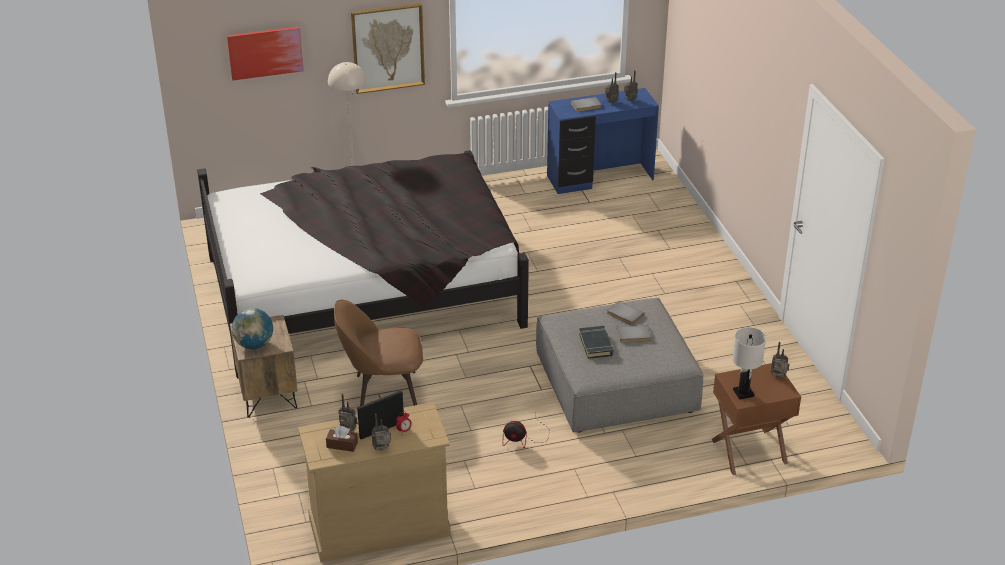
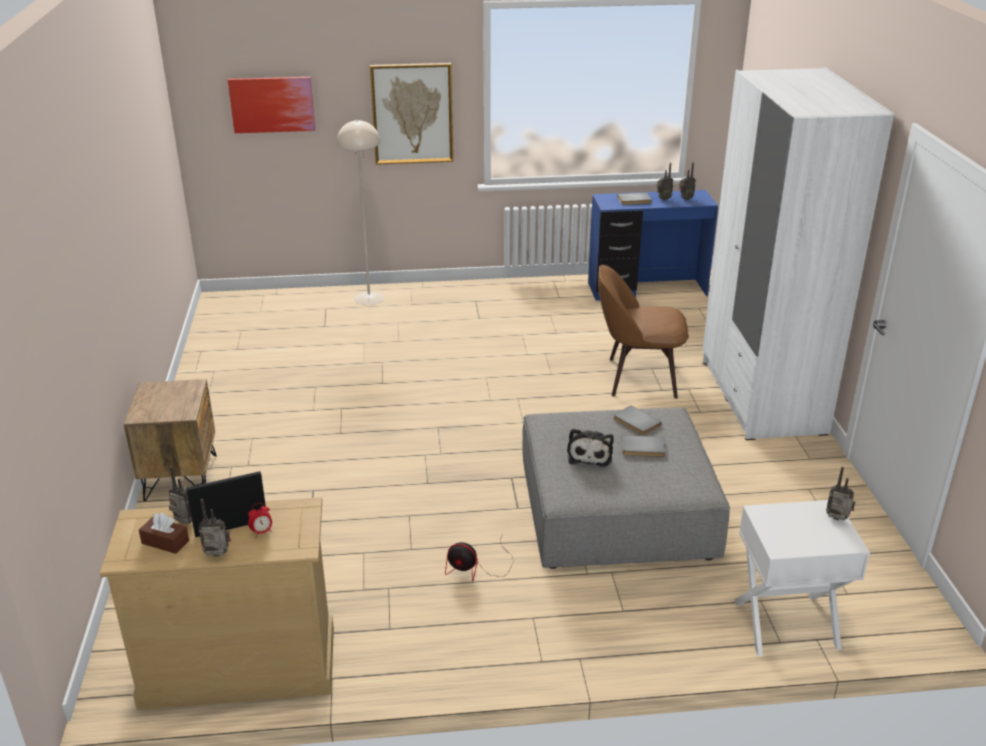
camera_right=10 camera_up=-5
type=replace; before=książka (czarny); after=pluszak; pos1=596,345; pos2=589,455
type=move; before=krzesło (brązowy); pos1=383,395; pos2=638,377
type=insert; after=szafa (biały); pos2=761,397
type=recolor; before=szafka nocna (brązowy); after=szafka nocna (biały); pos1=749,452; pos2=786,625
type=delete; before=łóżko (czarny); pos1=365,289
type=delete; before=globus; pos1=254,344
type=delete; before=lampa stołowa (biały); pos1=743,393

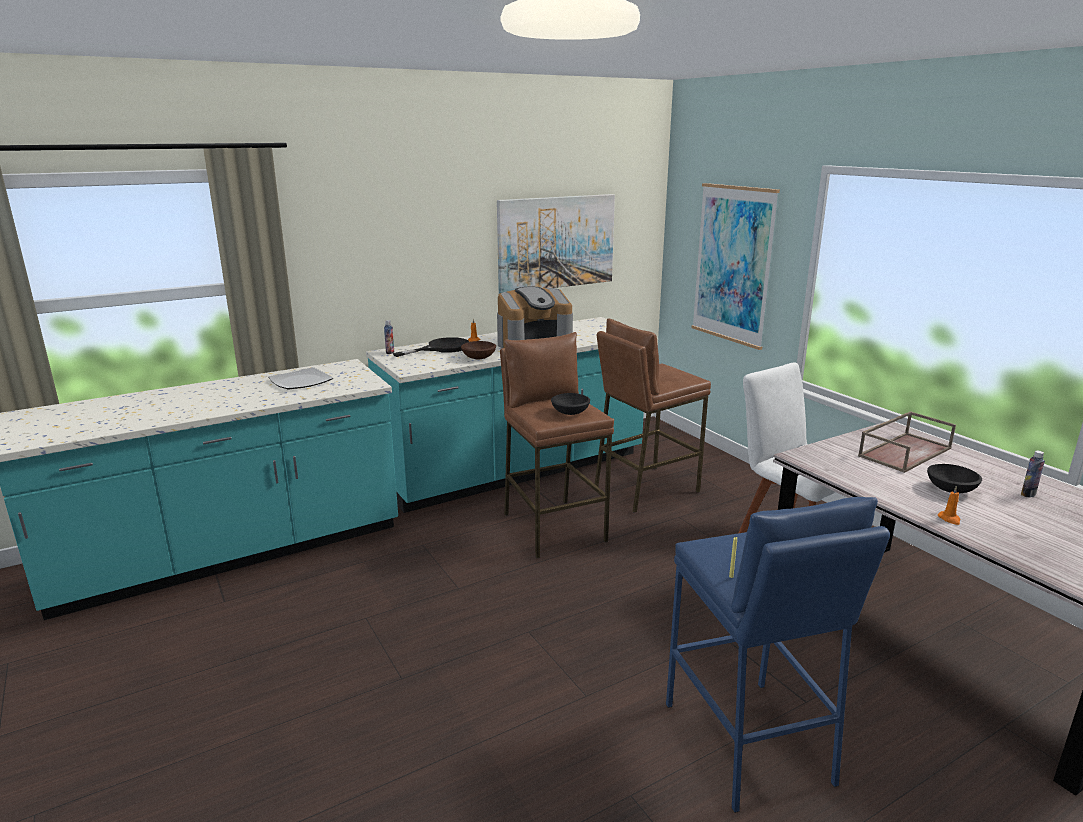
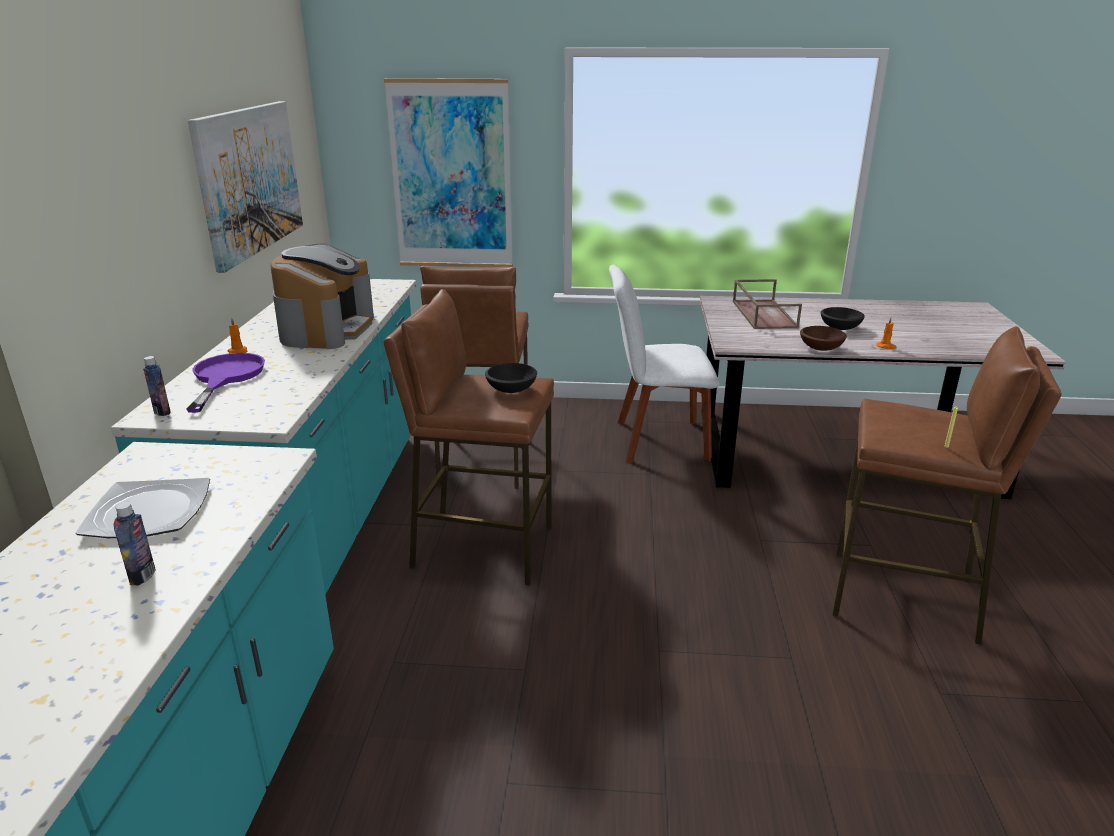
camera_right=-55 camera_up=5
type=move; before=butelka; pos1=1028,494; pos2=142,576
type=recolor; before=patelnia (czarny); after=patelnia (fioletowy); pos1=441,348; pos2=225,377
type=move; before=miska (brązowy); pos1=479,357; pos2=820,348
type=recolor; before=stołek (niebieski); after=stołek (brązowy); pos1=747,742; pos2=903,597

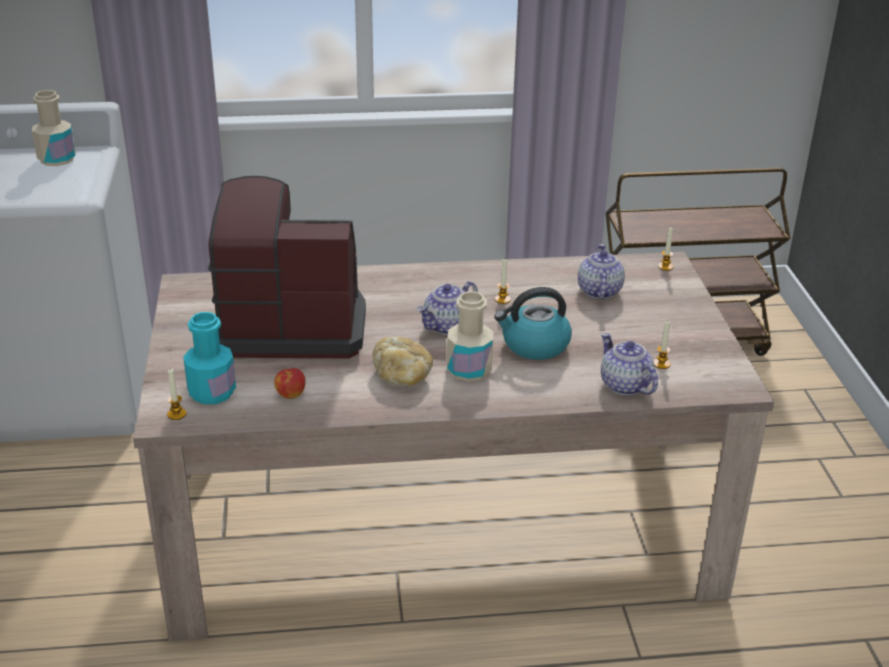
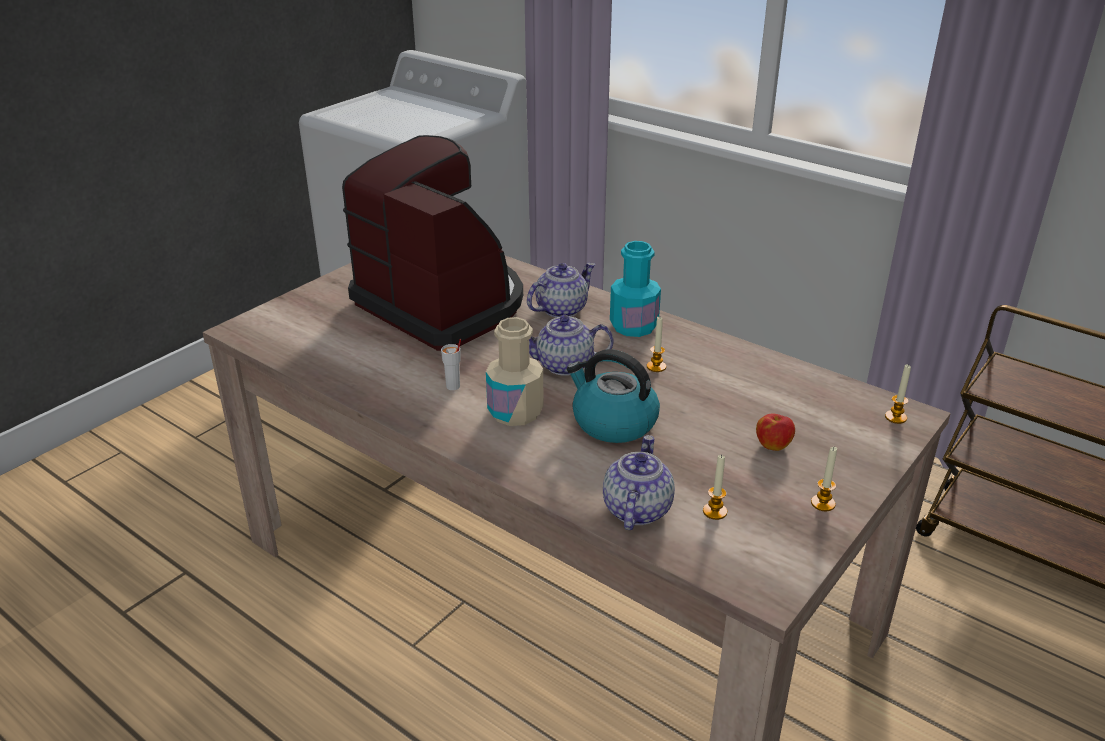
camera_right=45 camera_up=0
type=replace; before=chleb; after=filiżanka (biały); pos1=402,375; pos2=453,386
type=move; before=imbryk; pos1=598,291; pos2=561,309
type=move; before=butelka (turkusowy); pos1=212,392; pos2=633,326
type=move; before=jabłko; pos1=290,394; pos2=773,445
type=move; before=świeca; pos1=176,414; pos2=823,503
type=delete; before=butelka (beżowy); pos1=57,159

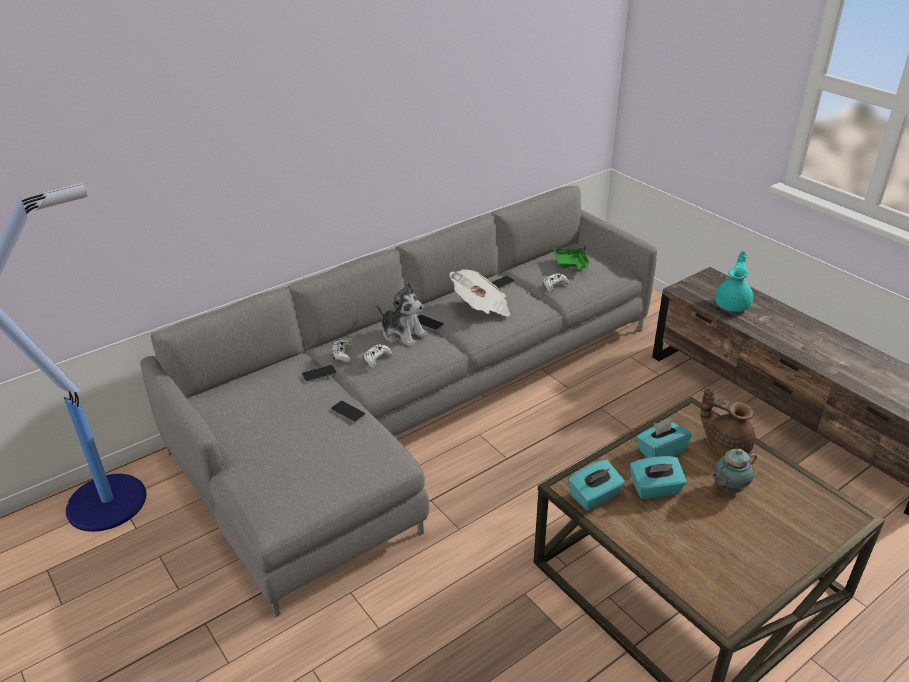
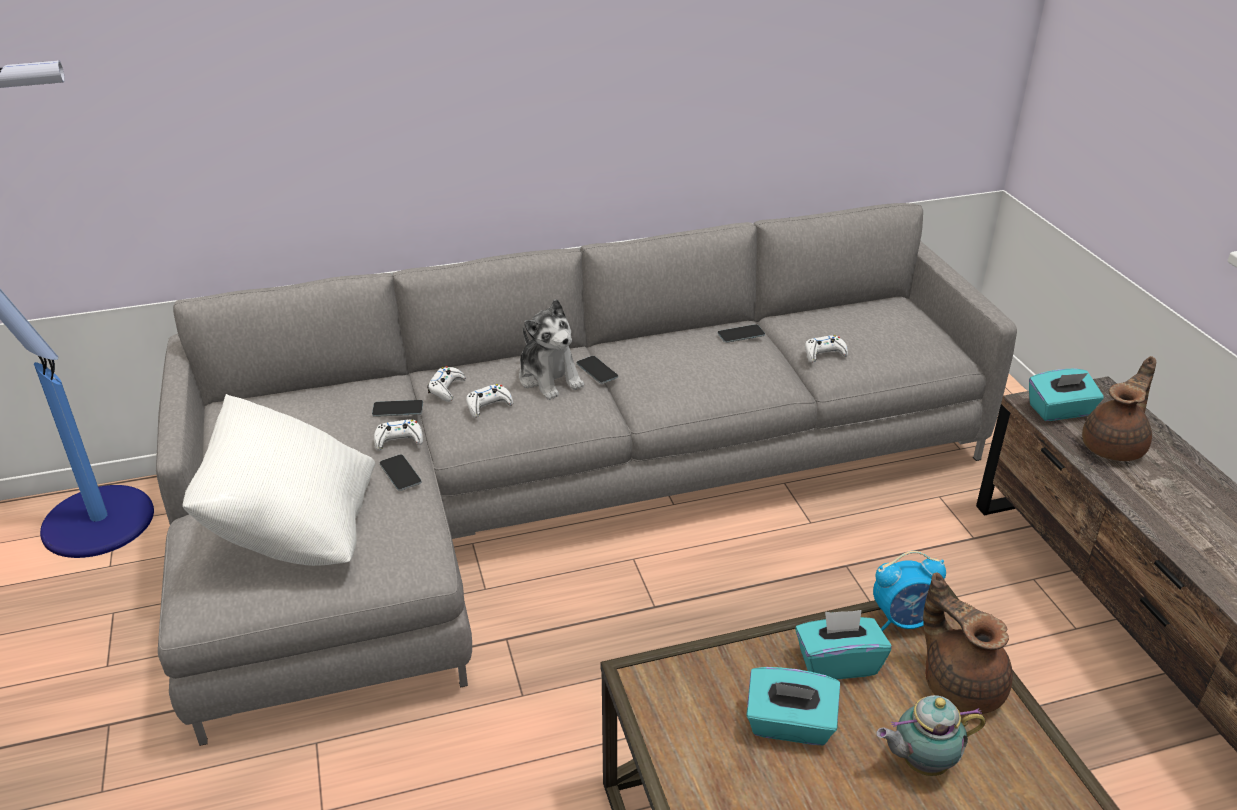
camera_right=20 camera_up=0
type=insert; after=poduszka (biały); pos2=294,529
type=insert; after=pad do gier (biały); pos2=398,440
type=insert; after=budzik; pos2=904,620
type=move; before=pudełko chusteczek (turkusowy); pos1=594,496; pos2=1060,411
type=recolor; before=imbryk (turkusowy); after=imbryk (brązowy); pos1=733,304; pos2=1115,446
type=delete; before=gazeta; pos1=481,307
type=delete; before=taca (zielony); pos1=571,264

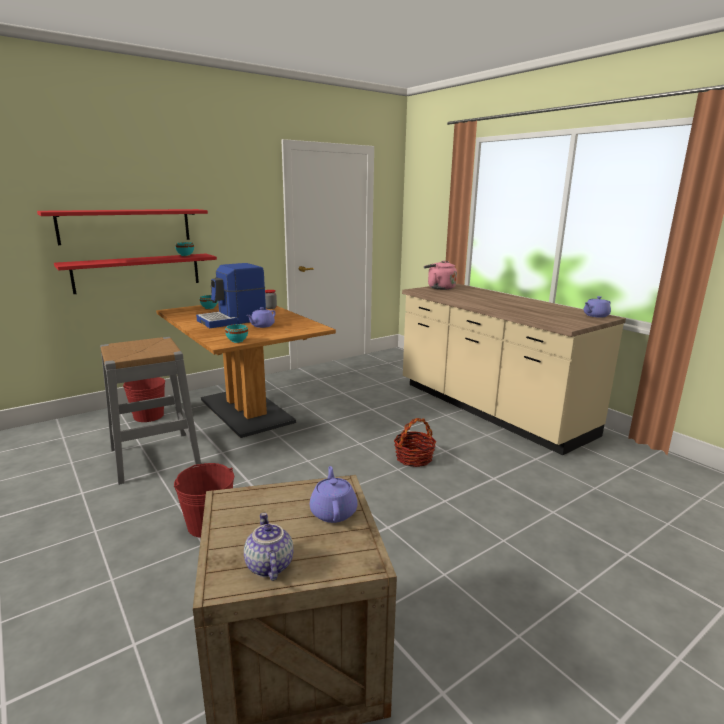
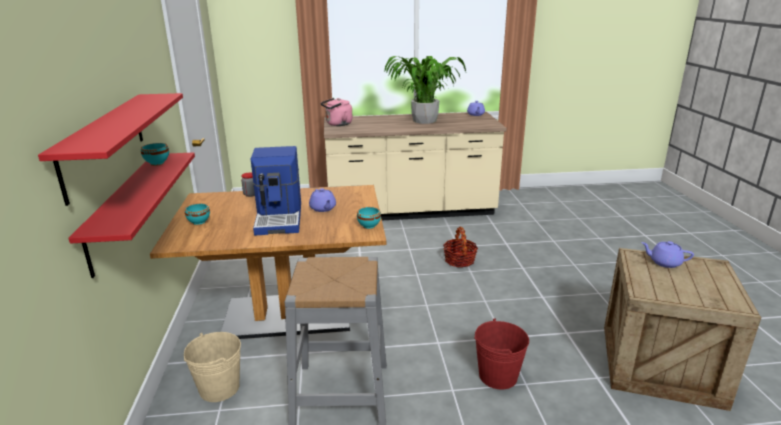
camera_right=-60 camera_up=5
type=recolor; before=wiadro (czerwony); after=wiadro (beżowy); pos1=148,416; pos2=219,388
type=insert; after=roślina doniczkowa; pos2=425,120
type=delete; before=imbryk; pos1=268,565

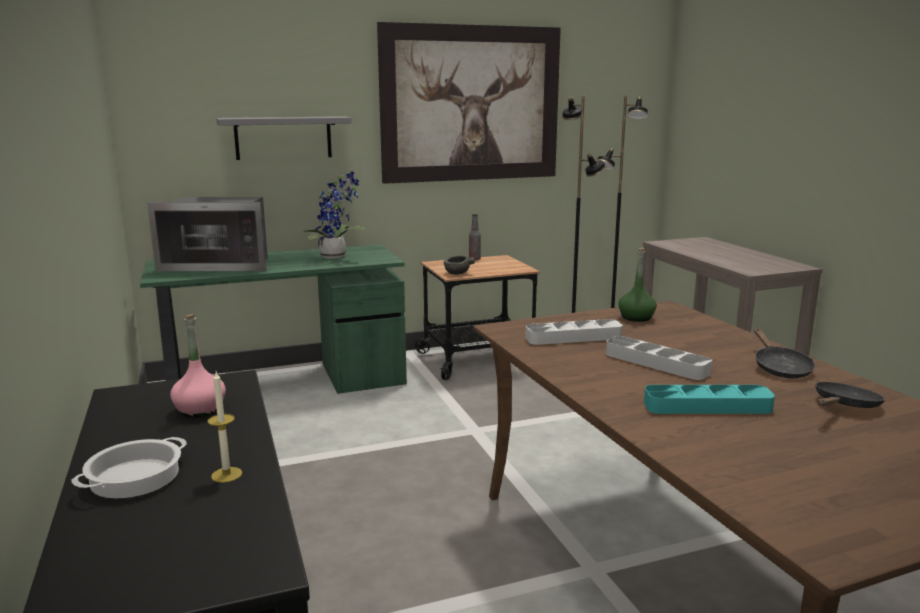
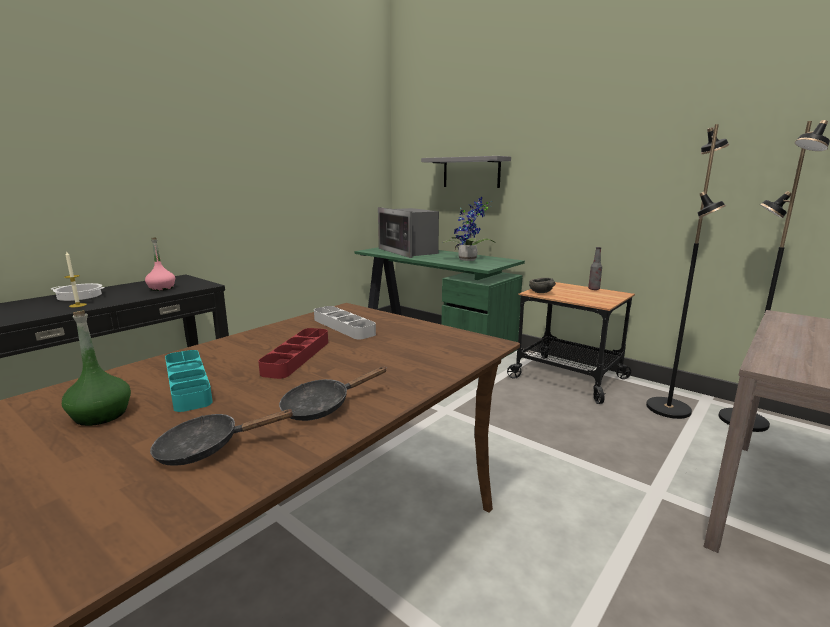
camera_right=60 camera_up=0
type=move; before=butelka (zielony); pos1=636,317; pos2=100,415
type=rotate; before=patelnia (czarny); pos1=844,405; pos2=207,448; turn=150
type=recolor; before=taca (szary); after=taca (czerwony); pos1=656,363; pos2=297,357
type=delete; before=obraz; pos1=471,104

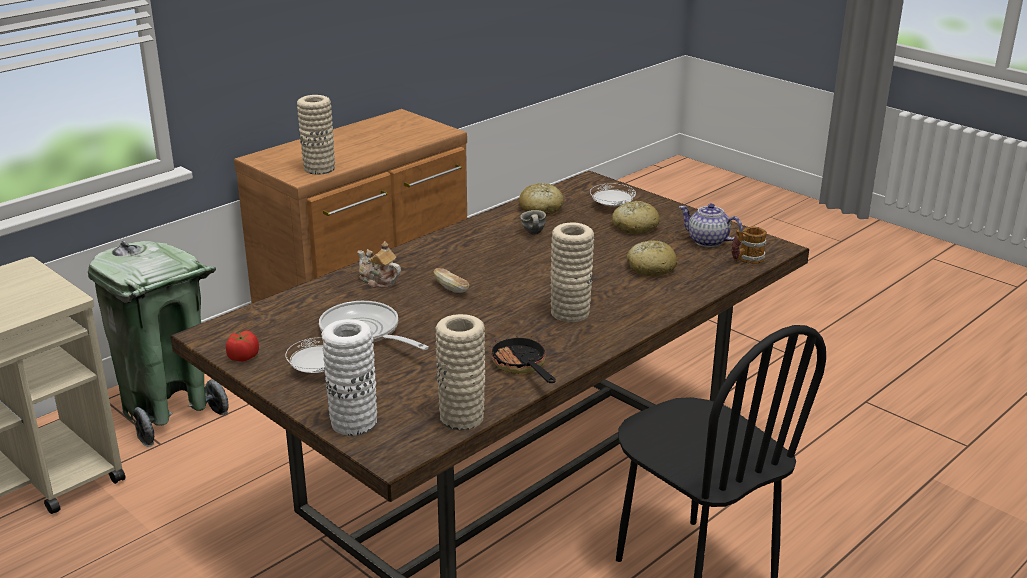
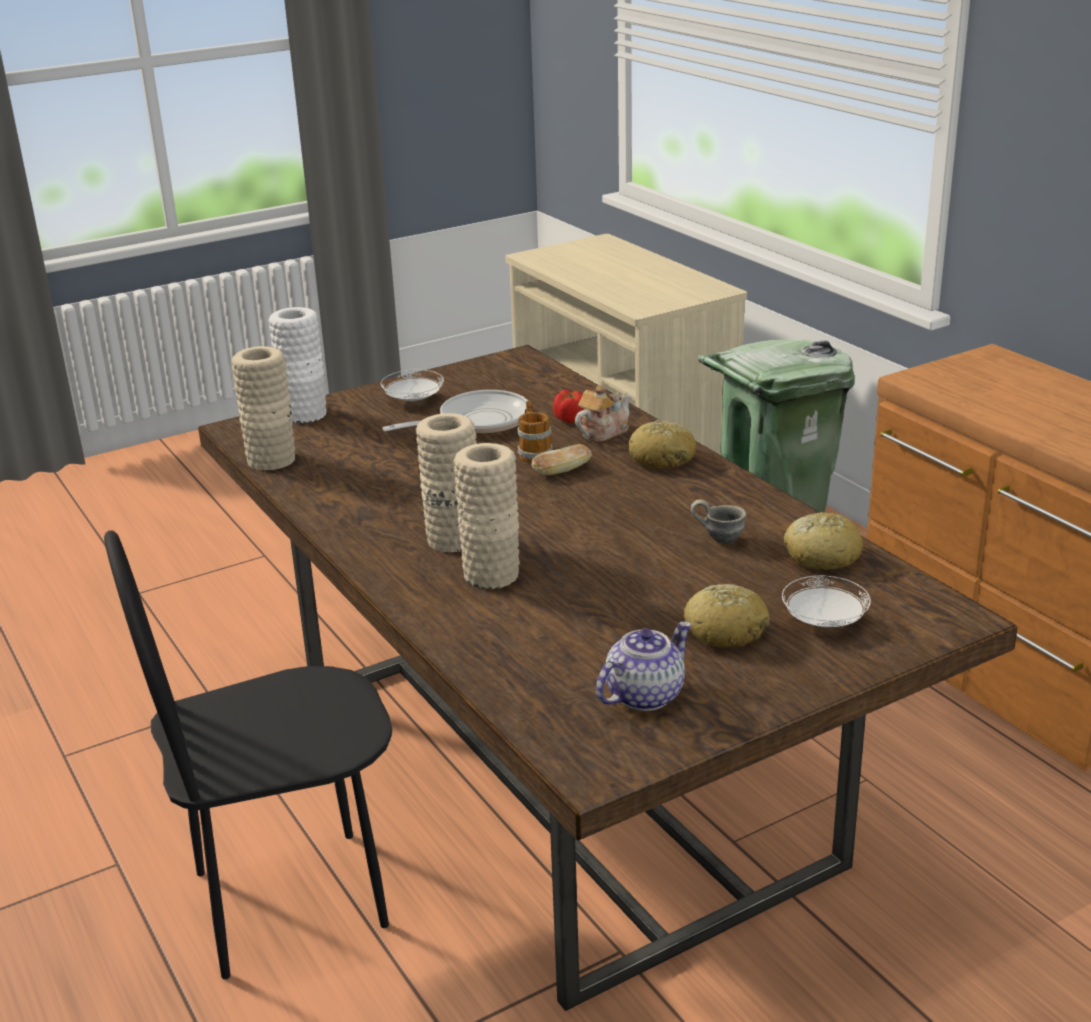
camera_right=105 camera_up=0
type=move; before=wazon (beżowy); pos1=319,169; pos2=491,574
type=move; before=kubek; pos1=746,260; pos2=534,452
type=move; before=pomidor; pos1=243,357; pos2=570,419
type=move; before=chleb; pos1=650,268; pos2=662,458
type=delete; before=patelnia; pos1=522,367

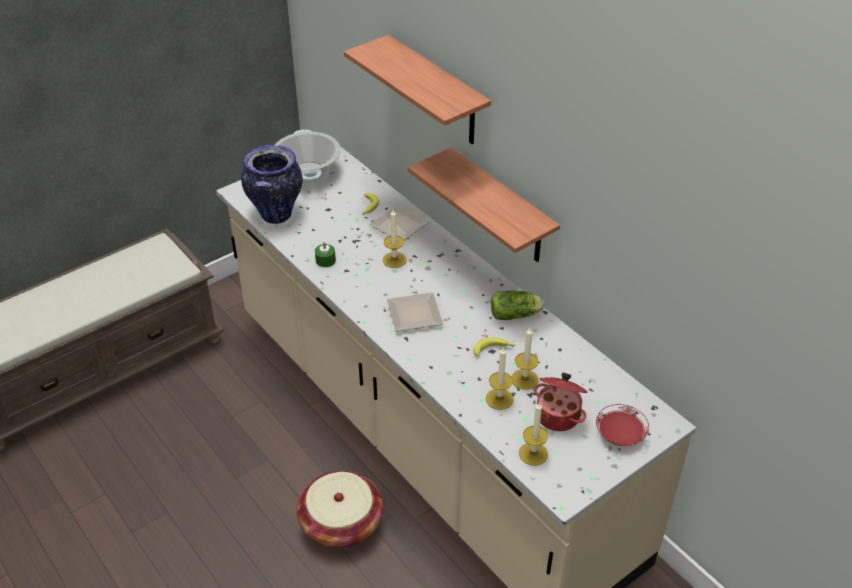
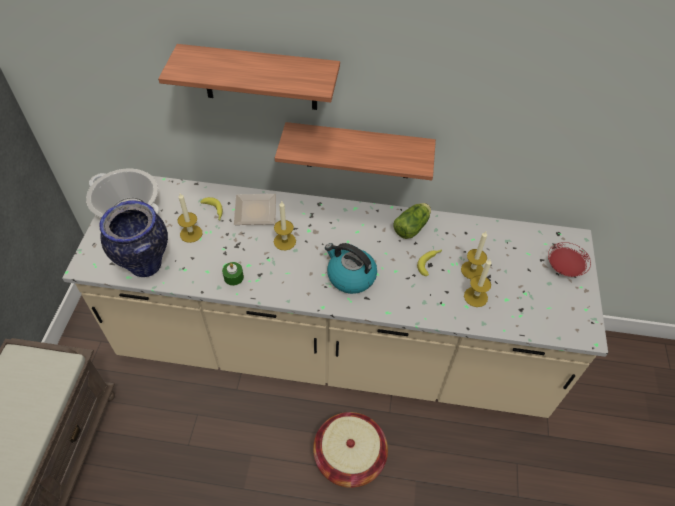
camera_right=-45 camera_up=10
type=move; before=świeca; pos1=533,453; pos2=191,233
type=replace; before=talerz; after=czajnik; pos1=413,316; pos2=350,276
type=delete; before=garnek; pos1=558,415

